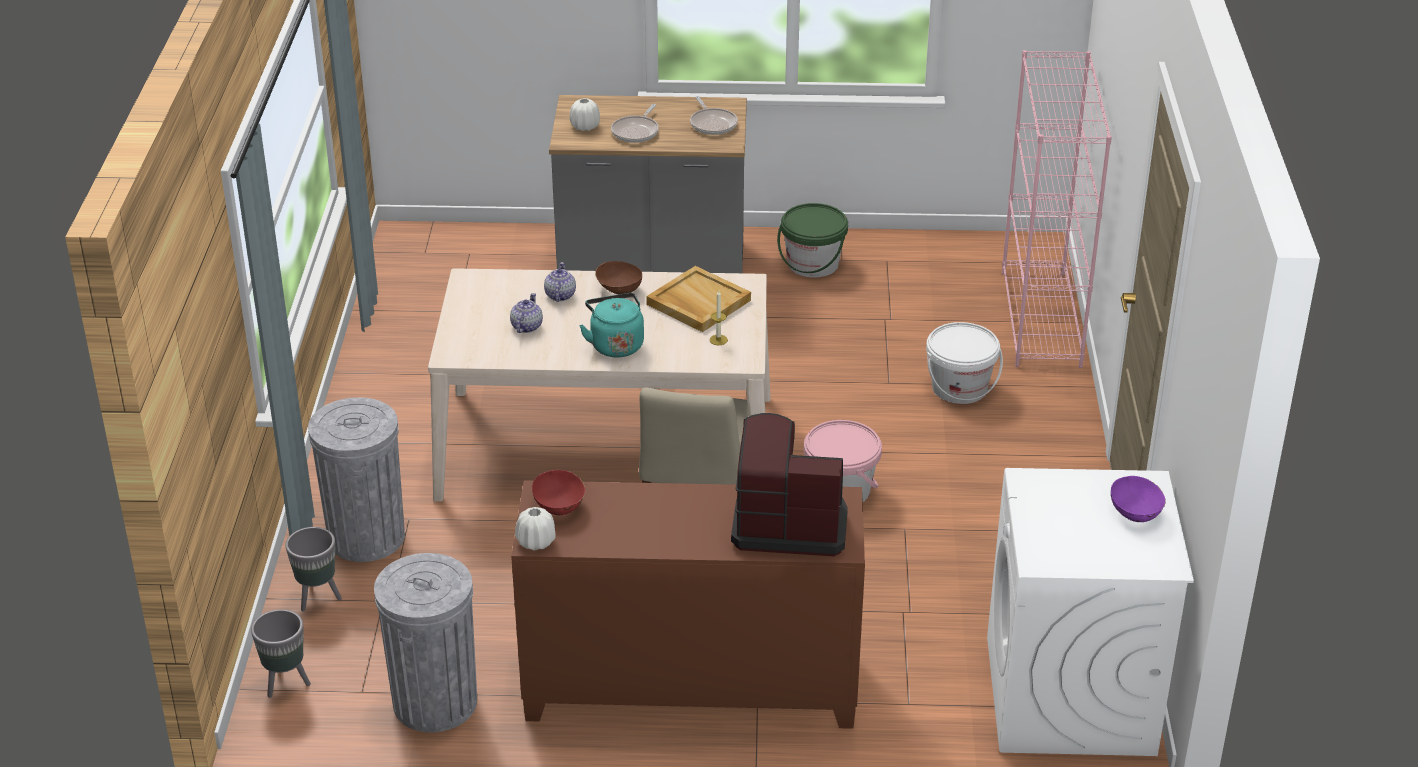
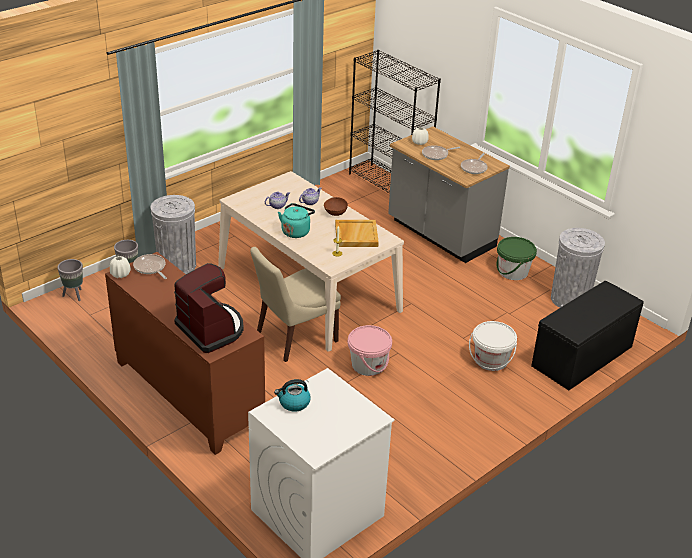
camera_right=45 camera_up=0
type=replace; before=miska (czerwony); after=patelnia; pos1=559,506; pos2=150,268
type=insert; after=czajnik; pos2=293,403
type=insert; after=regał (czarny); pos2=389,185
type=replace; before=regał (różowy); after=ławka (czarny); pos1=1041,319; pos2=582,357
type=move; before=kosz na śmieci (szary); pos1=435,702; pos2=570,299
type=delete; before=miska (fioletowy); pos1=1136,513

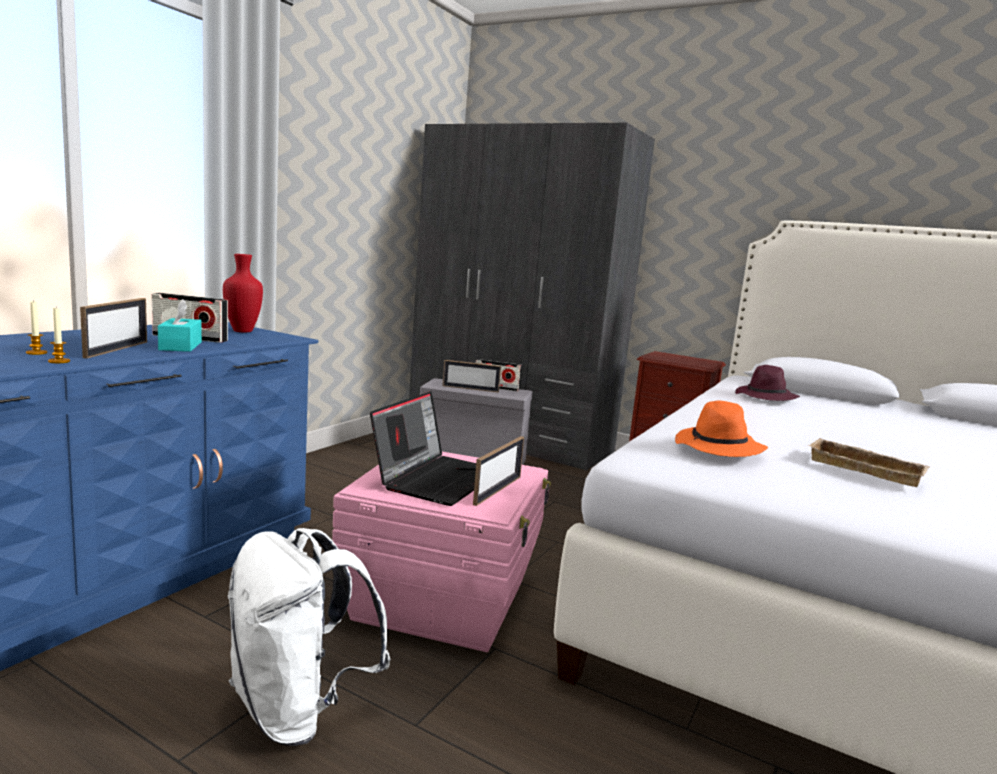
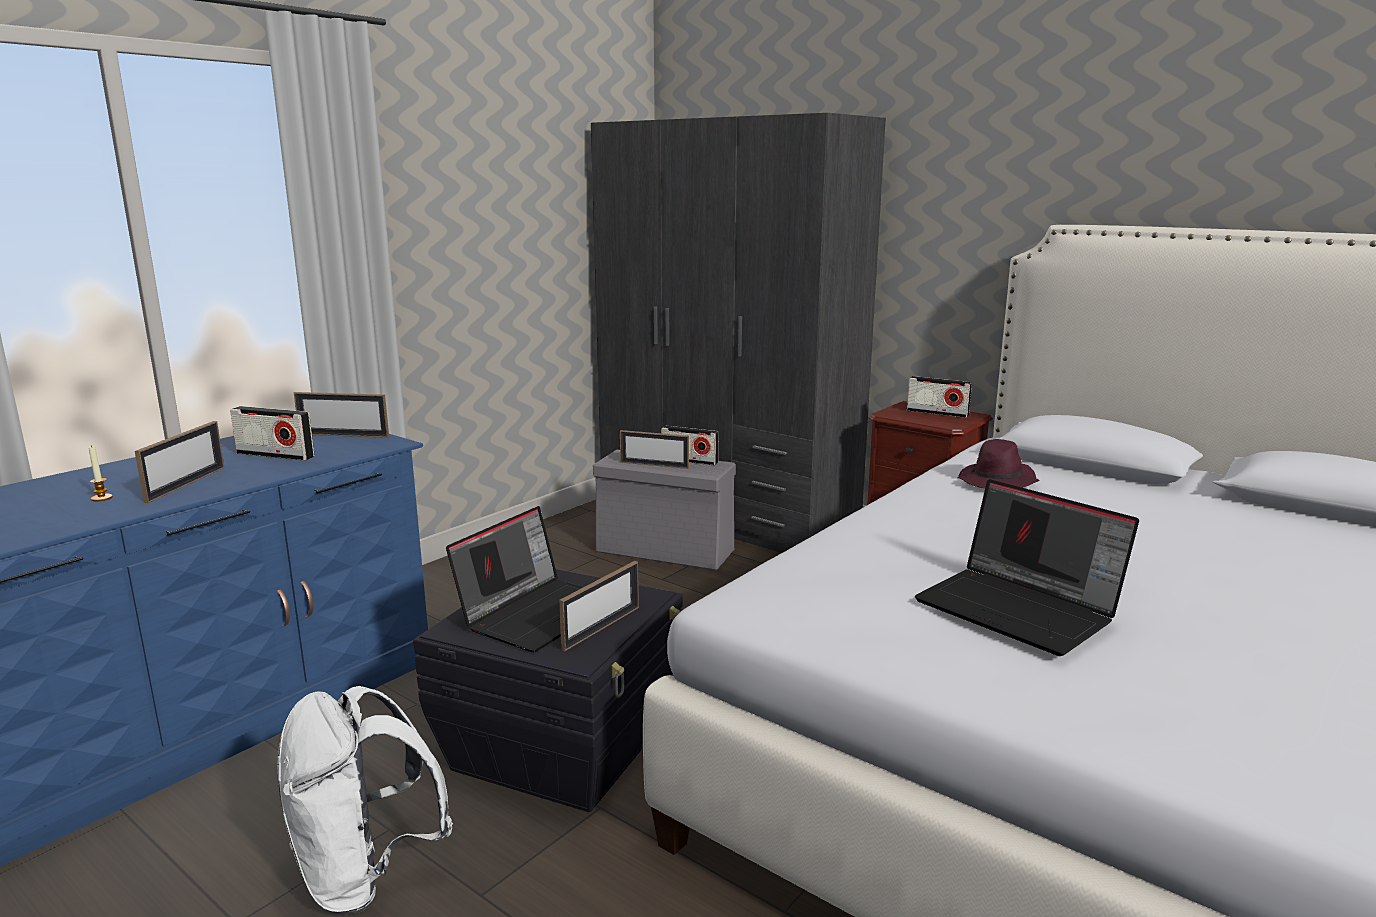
camera_right=10 camera_up=5
type=replace; before=wazon (czerwony); after=ramka na zdjęcie; pos1=244,331; pos2=343,435
type=recolor; before=pojemnik do przechowywania (różowy); after=pojemnik do przechowywania (czarny); pos1=443,599; pos2=563,745
type=insert; after=radio; pos2=937,413
type=replace; before=taca (beżowy); after=laptop; pos1=867,468; pos2=1021,609
type=delete; before=świeca; pos1=59,361
type=delete; before=pudełko chusteczek (turkusowy); pos1=180,346
type=delete; before=kapelusz (pomarańczowy); pos1=719,448

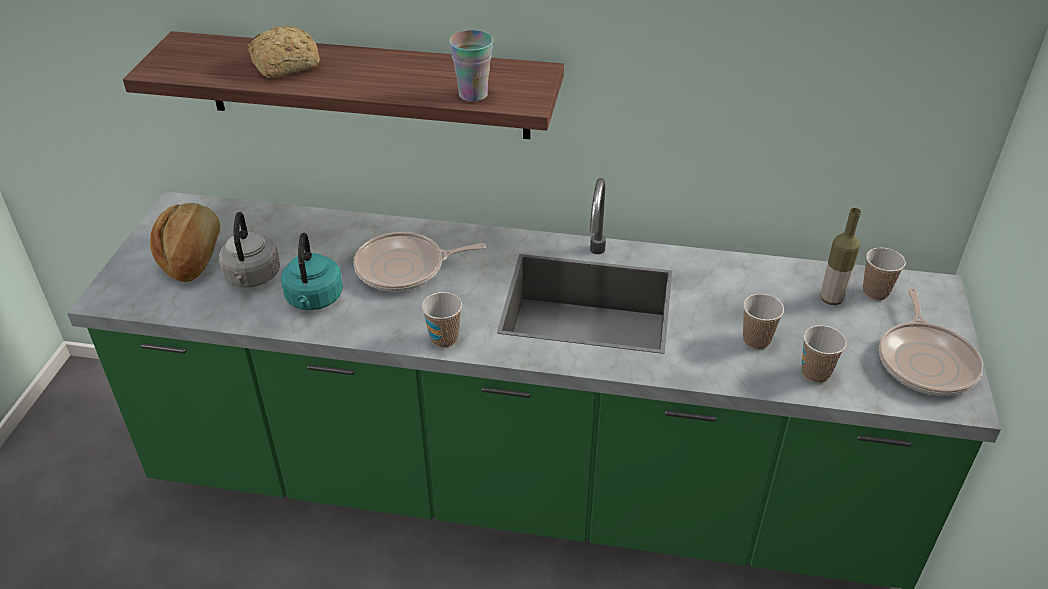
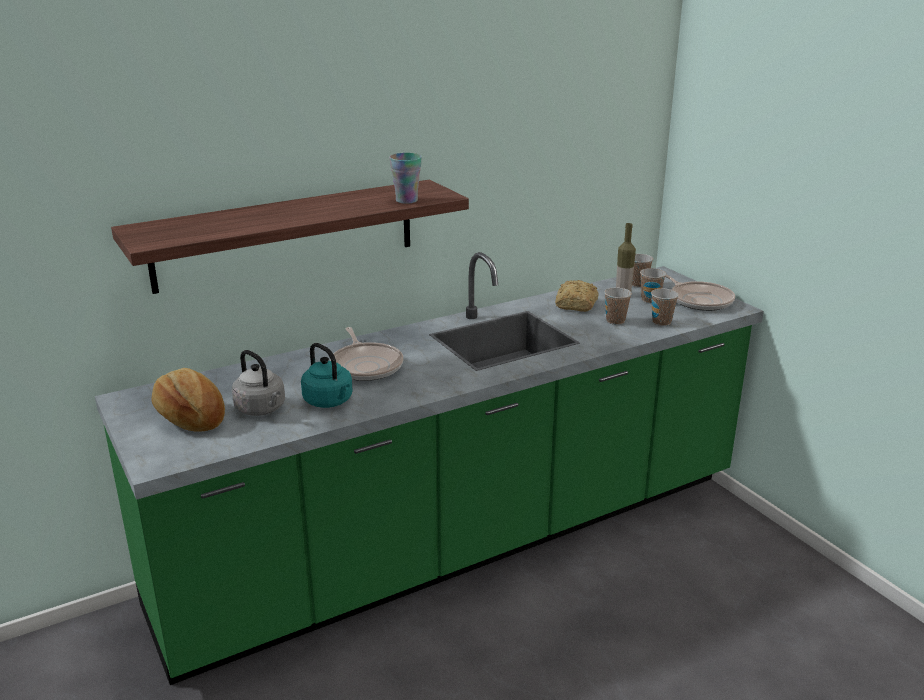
camera_right=-40 camera_up=-15
type=rotate; before=patelnia; pos1=405,268; pos2=366,365; turn=-60
type=move; before=chleb; pos1=283,66; pos2=575,305
type=move; before=filiżanka; pos1=444,339; pos2=650,300

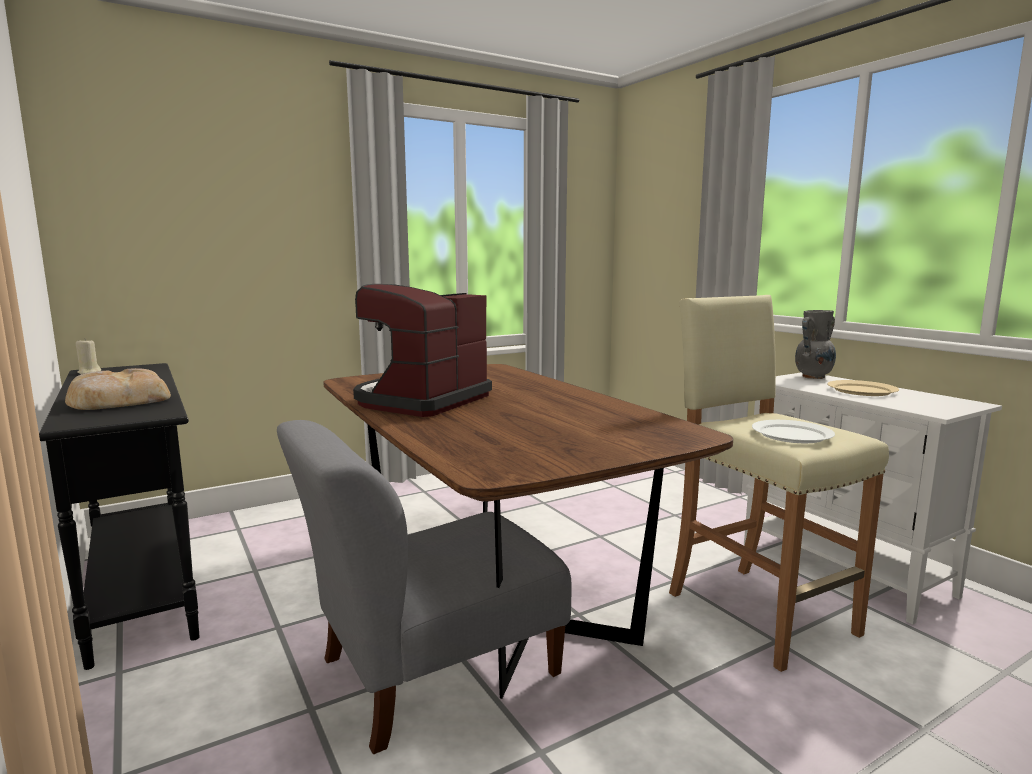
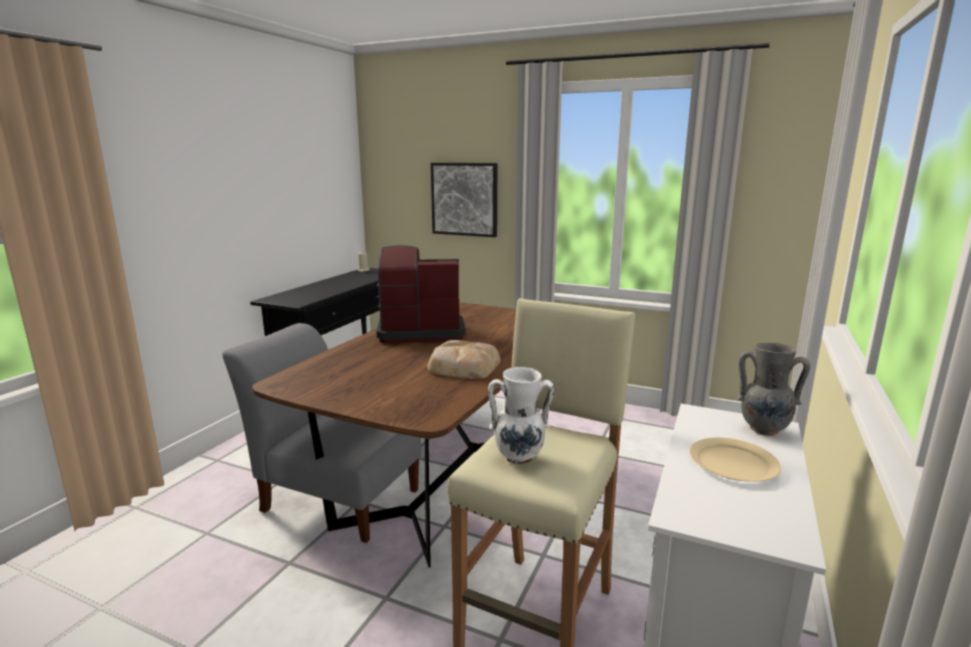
camera_right=55 camera_up=5
type=move; before=chleb; pos1=118,400; pos2=463,366
type=insert; after=obraz; pos2=464,199
type=replace; before=talerz (biały); after=wazon (biały); pos1=792,435; pos2=520,458

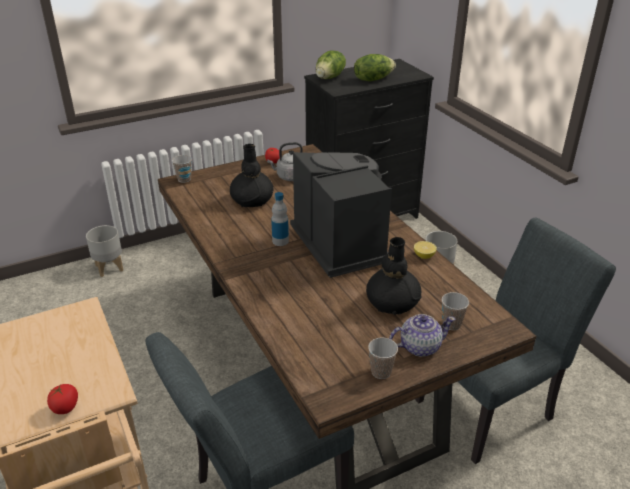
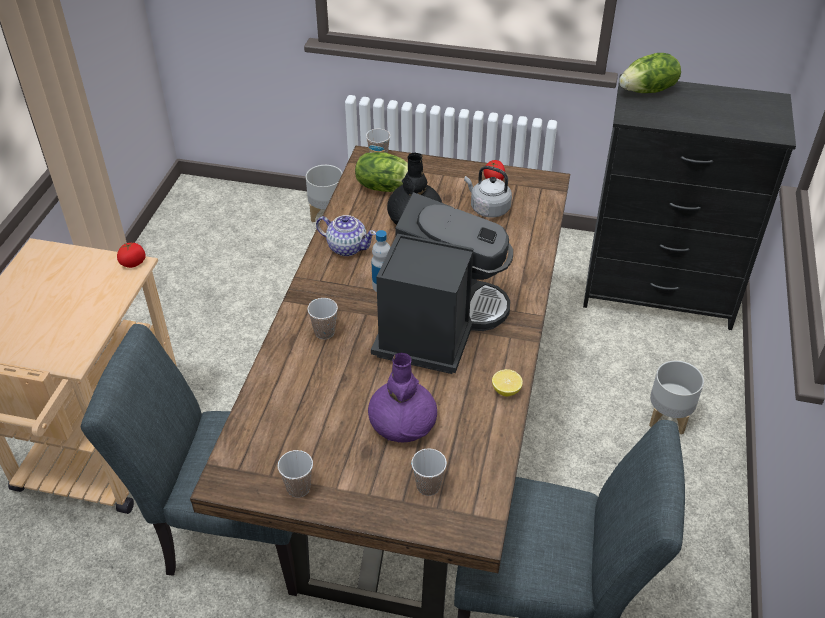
camera_right=40 camera_up=10
type=move; before=pomidor; pos1=65,407; pos2=133,263
type=insert; after=filiżanka; pos2=324,332
type=move; before=imbryk; pos1=419,347; pos2=347,247
type=move; before=sałata; pos1=372,79; pos2=385,187
type=recolor; before=wazon (czarny); after=wazon (fioletowy); pos1=392,302; pos2=402,423

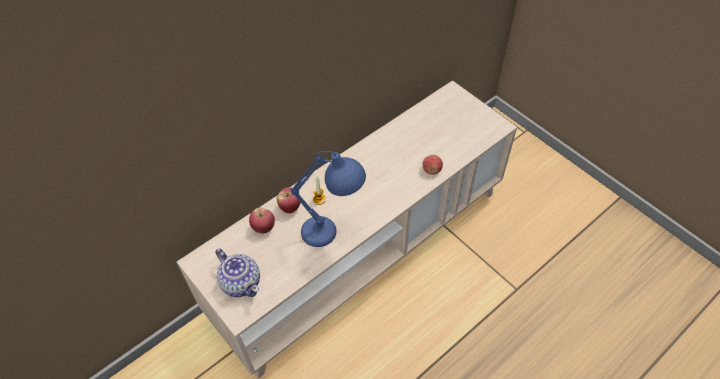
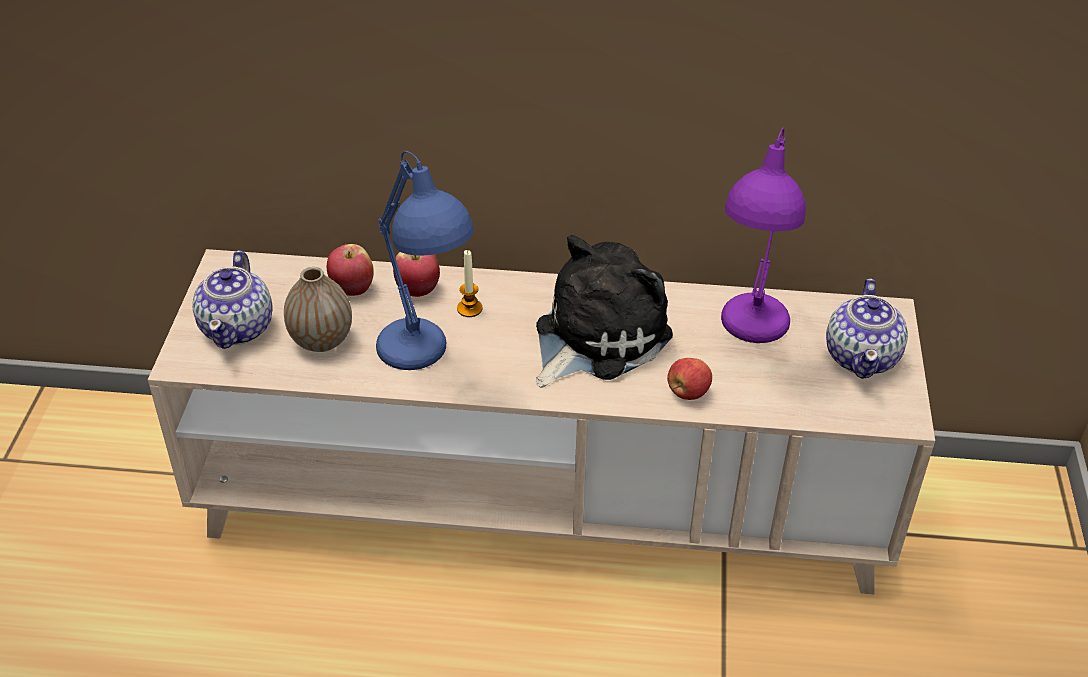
camera_right=45 camera_up=-10
type=insert; after=wazon; pos2=321,340
type=insert; after=pluszak; pos2=595,336
type=insert; after=lampa stołowa (fioletowy); pos2=747,338
type=insert; after=imbryk; pos2=862,356

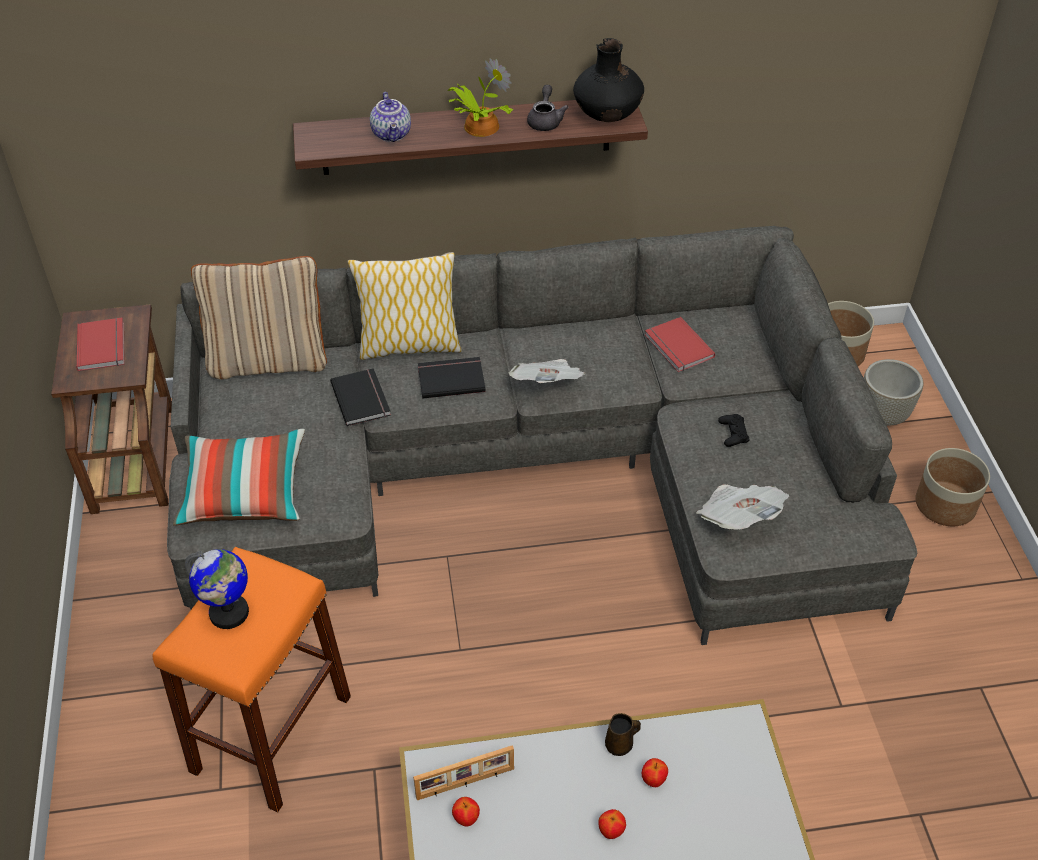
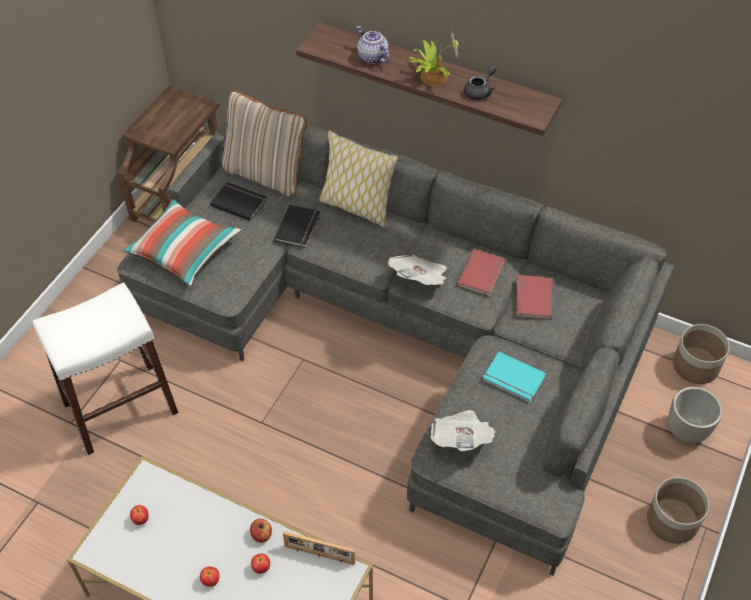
camera_right=35 camera_up=5
type=recolor; before=stołek (pomarańczowy); after=stołek (biały); pos1=272,733; pos2=121,408
type=move; before=książka (czarny); pos1=450,378; pos2=239,202
type=replace; before=kubek (brązowy); after=jabłko; pos1=620,745; pos2=261,535
type=move; before=ramka na zdjęcie; pos1=465,784; pos2=319,555
type=rotate; before=imbryk; pos1=392,134; pos2=372,57; turn=120
type=move; before=książka (czerwony); pos1=103,346; pos2=482,274
type=replace; before=pad do gier (czarny); after=książka (turkusowy); pos1=733,433; pos2=513,379
type=delete; before=globus; pos1=229,613
type=delete; before=wazon (czarny); pos1=607,115

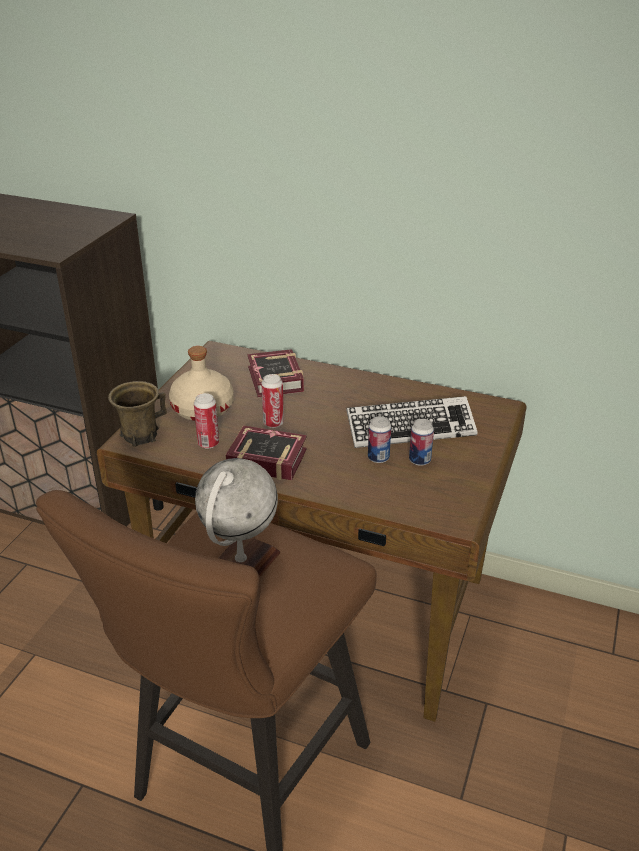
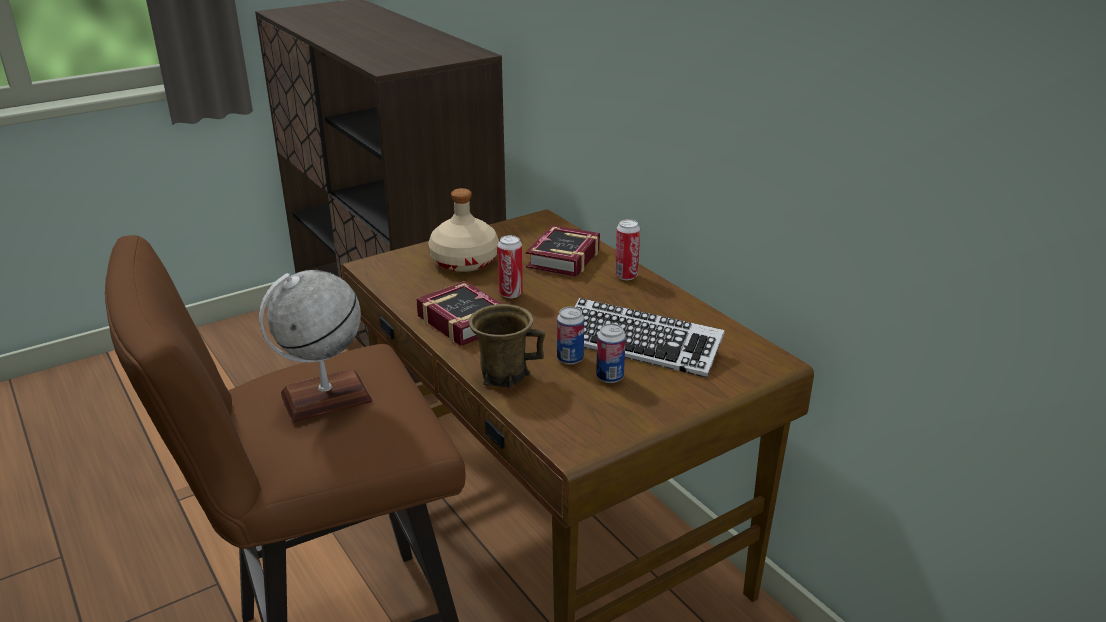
camera_right=35 camera_up=-5
type=move; before=kubek (brązowy); pos1=140,435; pos2=503,374
type=move; before=puszka; pos1=208,443; pos2=626,276

